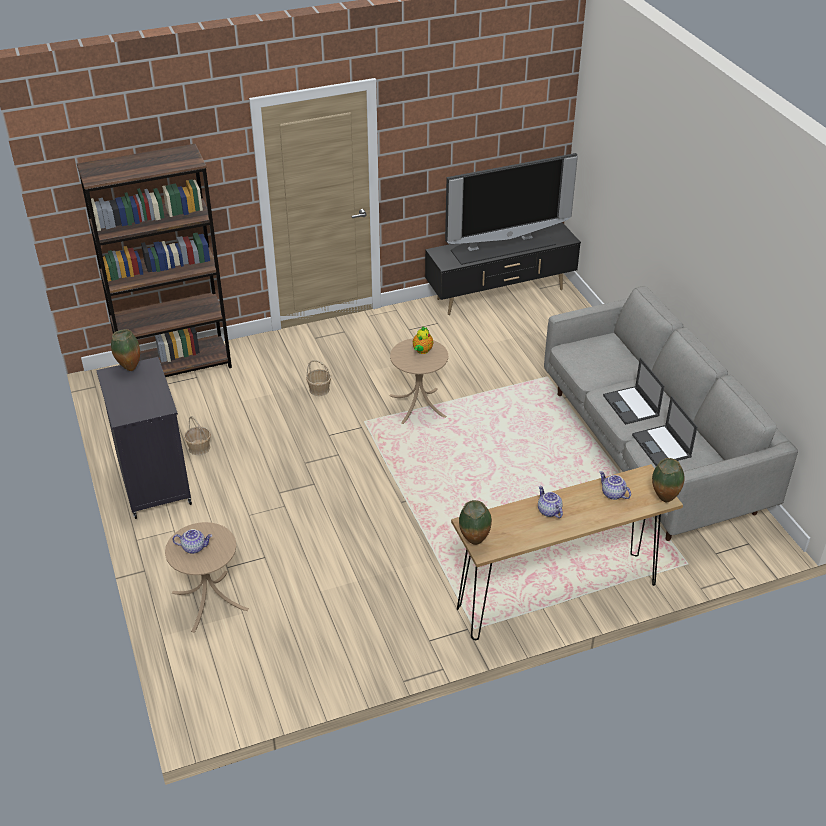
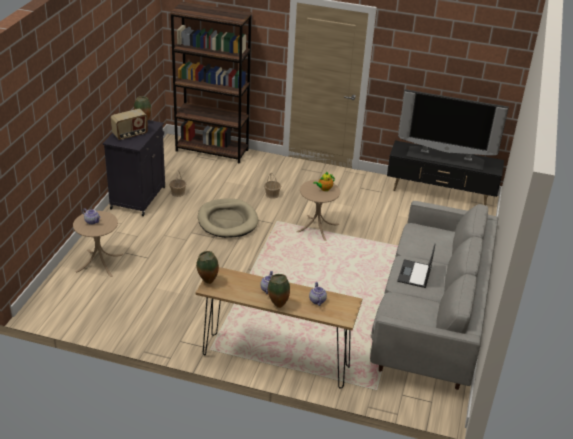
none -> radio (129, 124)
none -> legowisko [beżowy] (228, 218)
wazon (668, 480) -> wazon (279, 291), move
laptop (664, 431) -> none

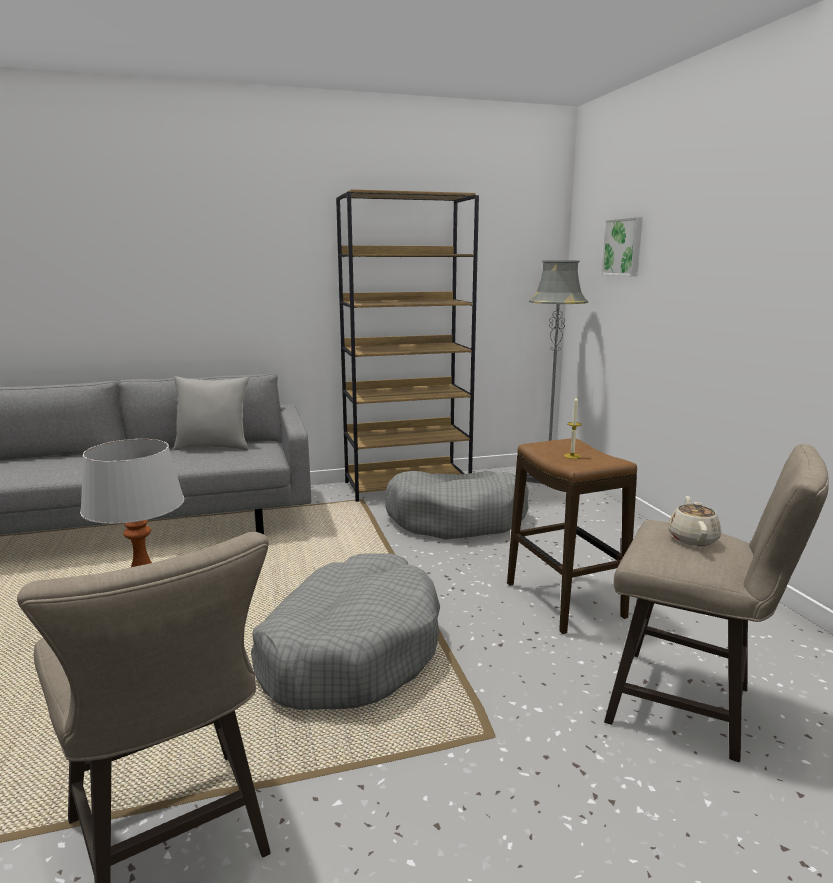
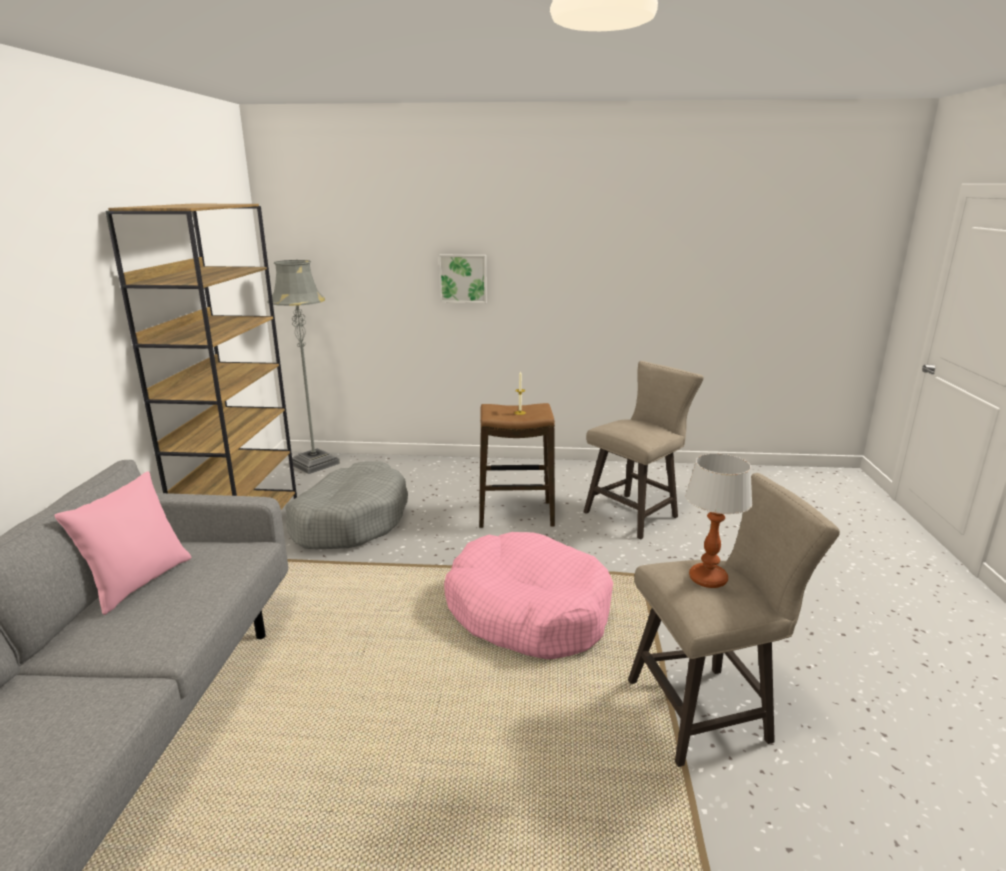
poduszka [szary] (211, 413) -> poduszka [różowy] (122, 543)
obraz (622, 246) -> obraz (463, 279), move
legowisko [szary] (345, 631) -> legowisko [różowy] (528, 595)
imbryk [beżowy] (694, 521) -> none

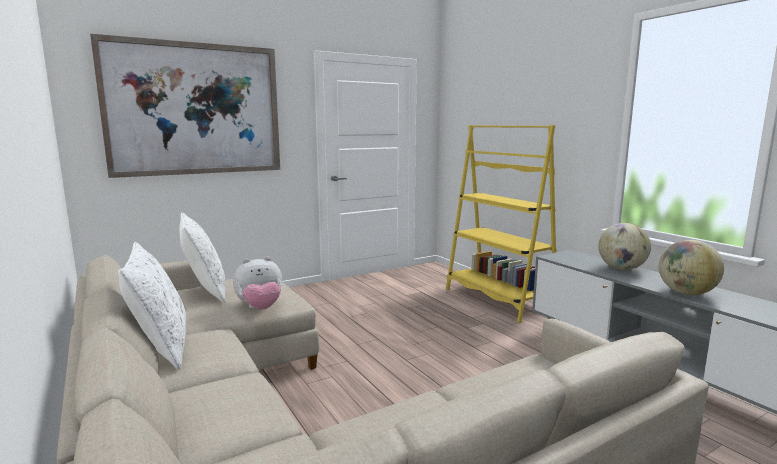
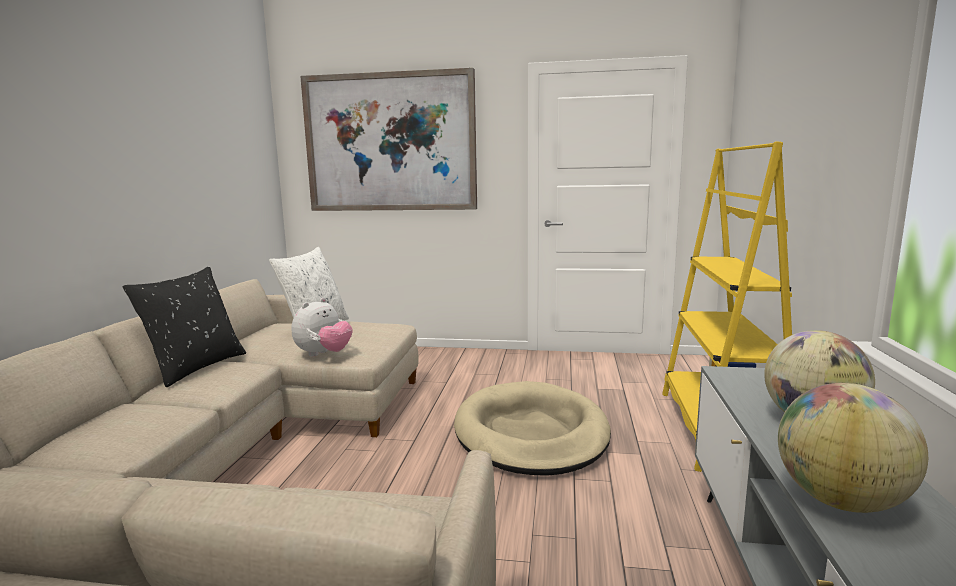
poduszka [biały] (152, 306) -> poduszka [czarny] (184, 327)
pluszak (257, 283) -> pluszak (322, 327), 75 degrees counterclockwise
none -> legowisko [beżowy] (532, 428)

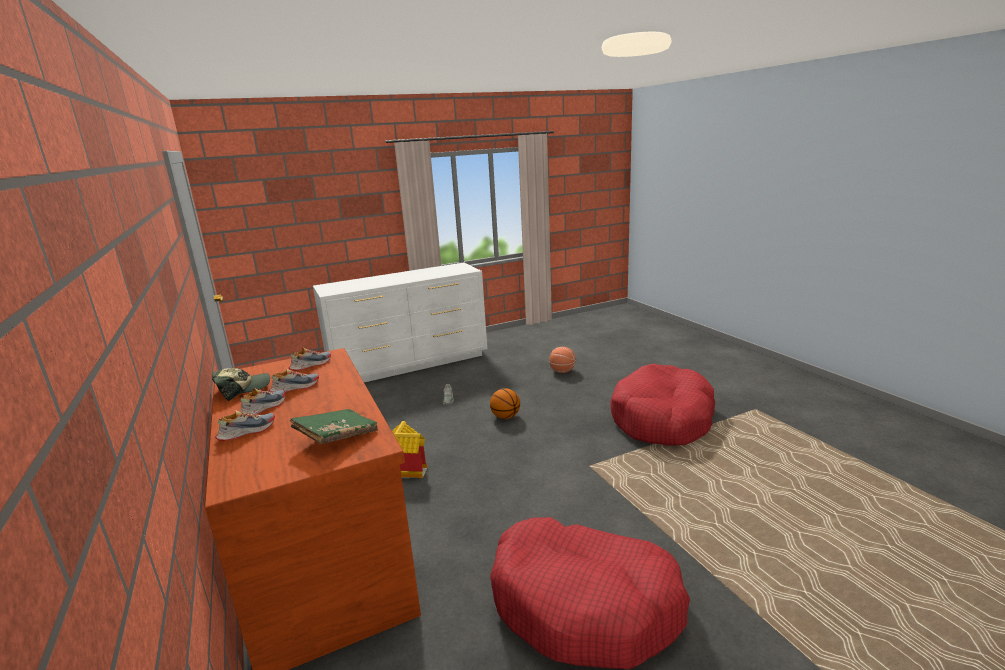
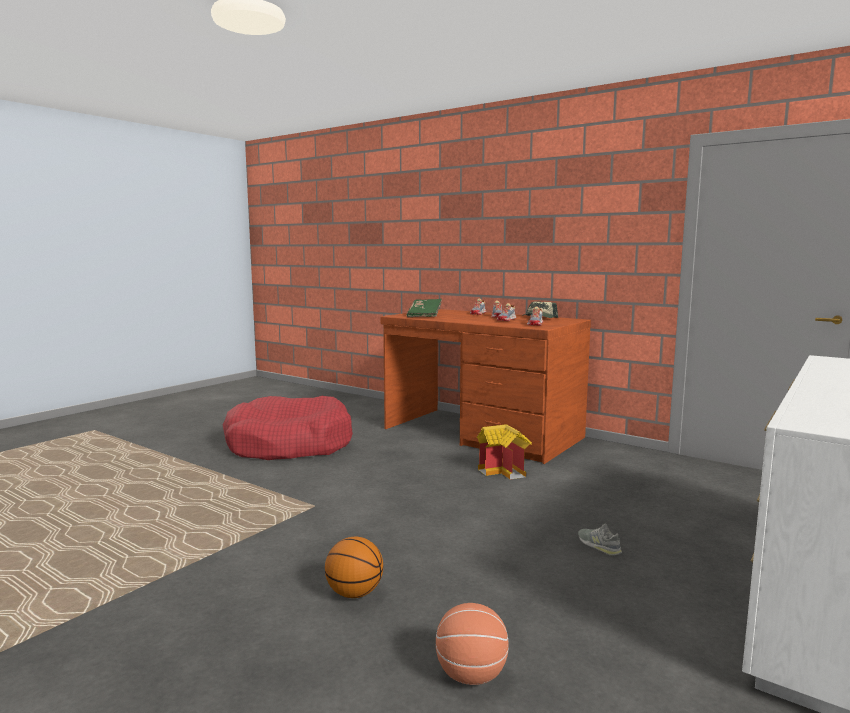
piłka do koszykówki (505, 403) -> piłka do koszykówki (354, 567), move
legowisko [czerwony] (662, 404) -> none

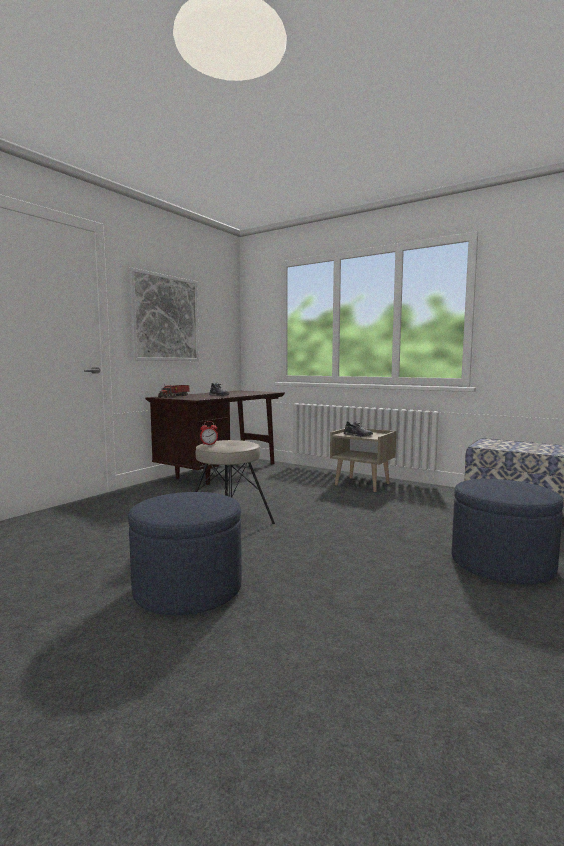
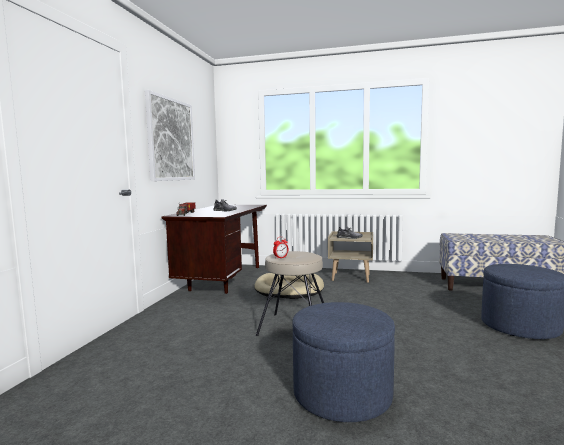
none -> legowisko [beżowy] (289, 286)

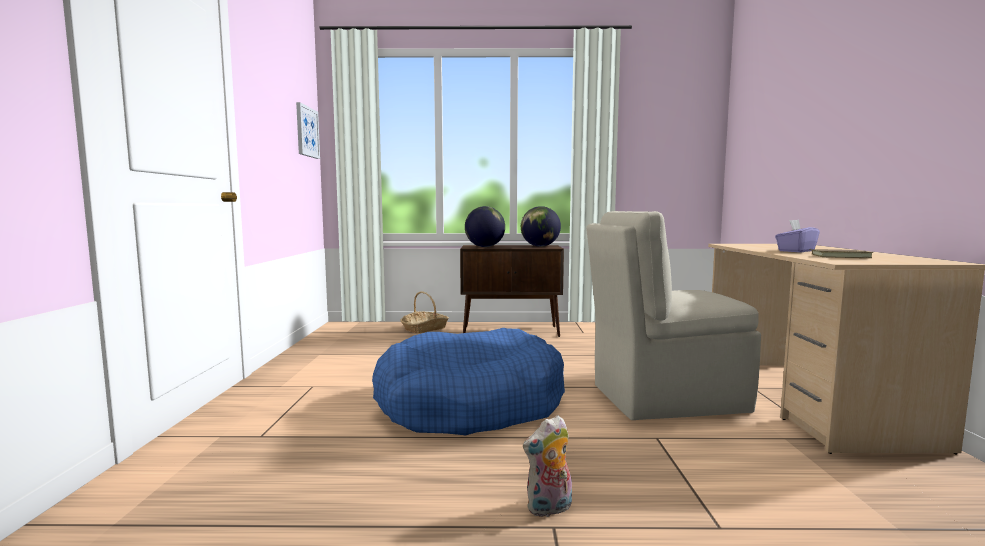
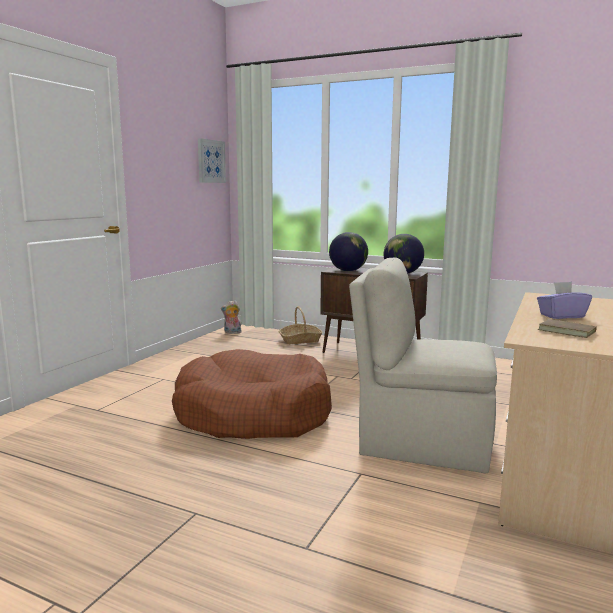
legowisko [niebieski] (468, 381) -> legowisko [brązowy] (252, 394)
pluszak (547, 466) -> pluszak (231, 317), move

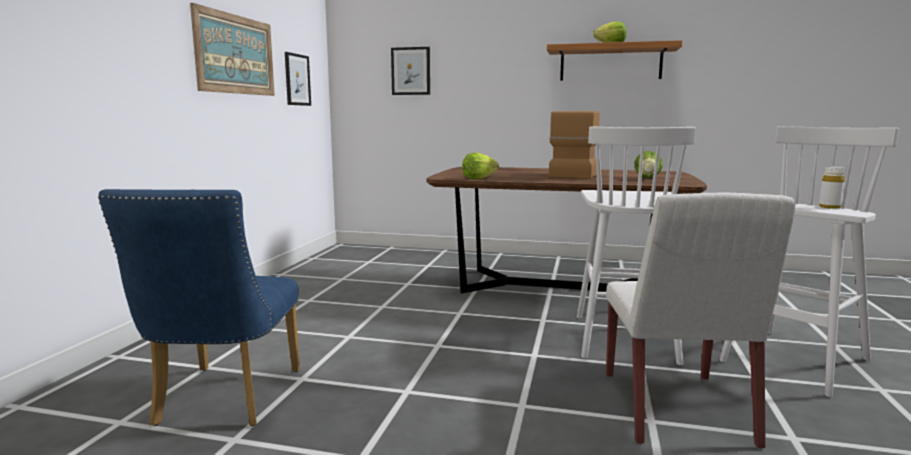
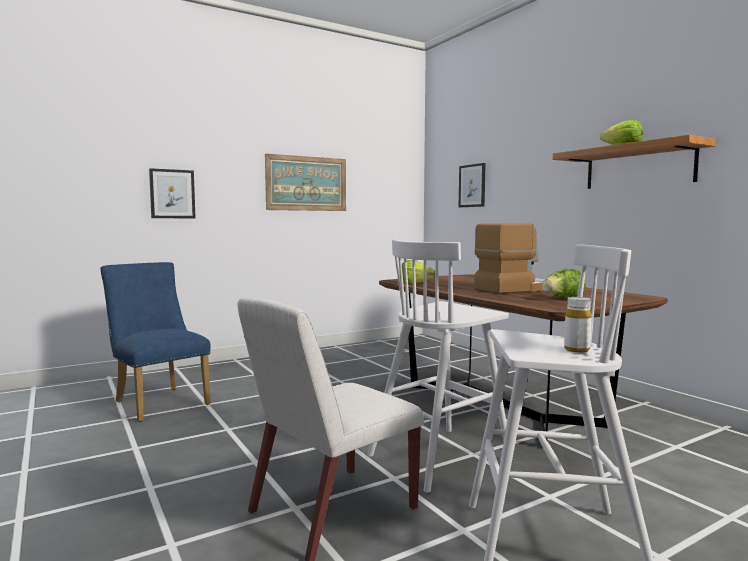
krzesło [niebieski] (199, 308) -> krzesło [niebieski] (155, 342), 90 degrees clockwise
obraz (298, 79) -> obraz (172, 193), move

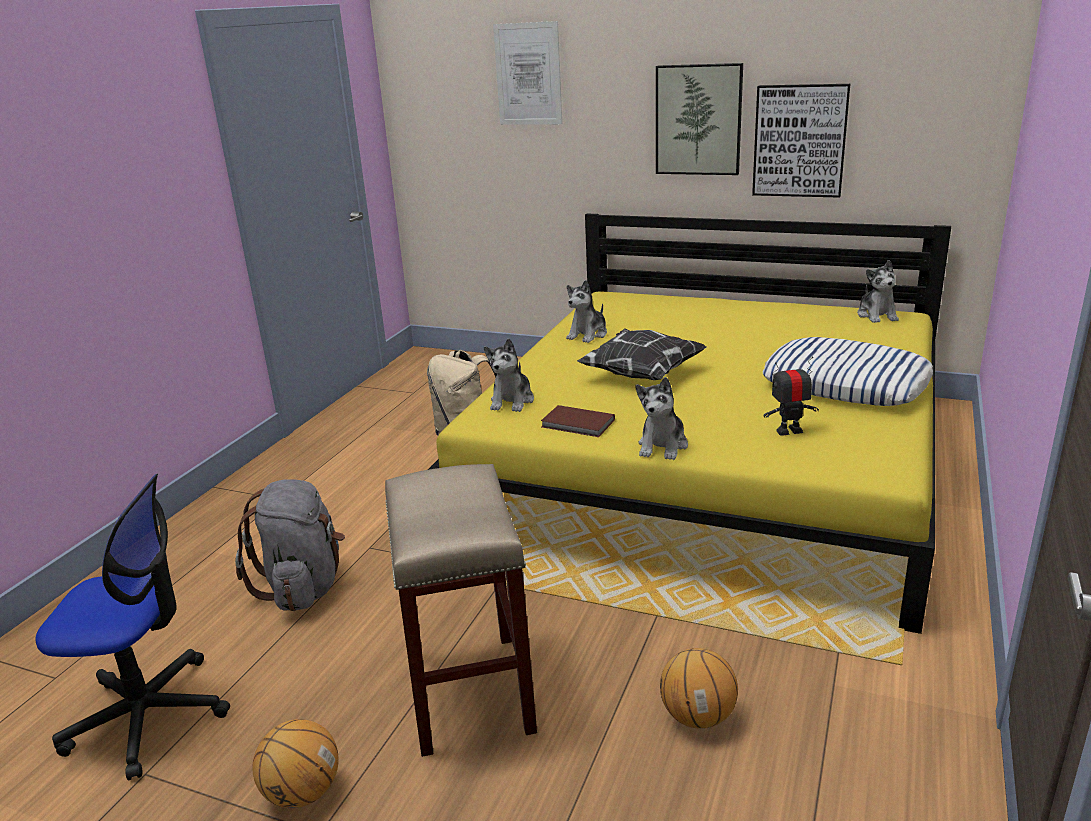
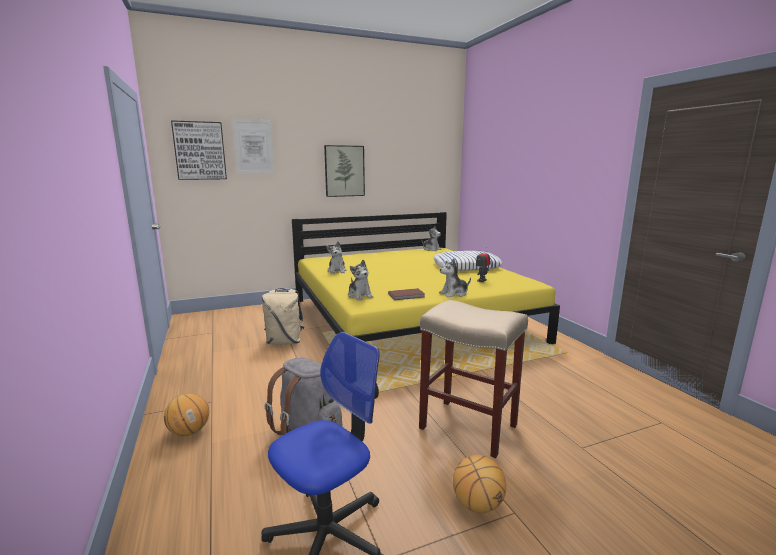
piłka do koszykówki (699, 688) -> piłka do koszykówki (186, 414), move
obraz (801, 141) -> obraz (199, 150), move
pluszak (661, 418) -> pluszak (455, 277), 90 degrees clockwise
poduszka (641, 354) -> none

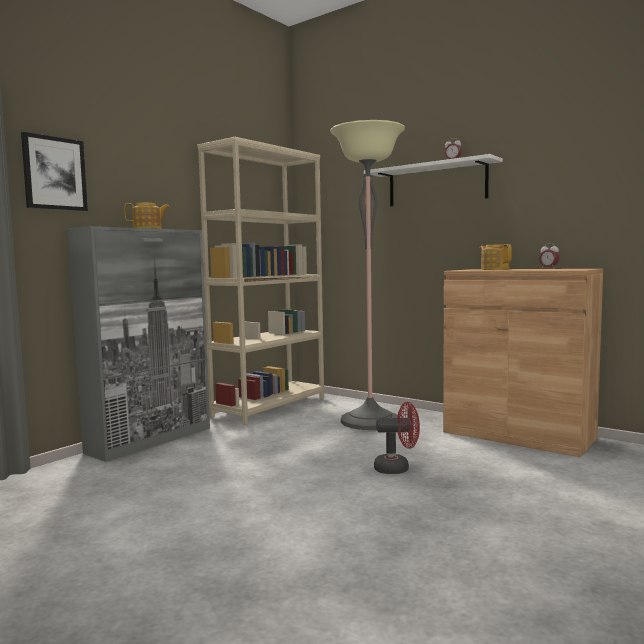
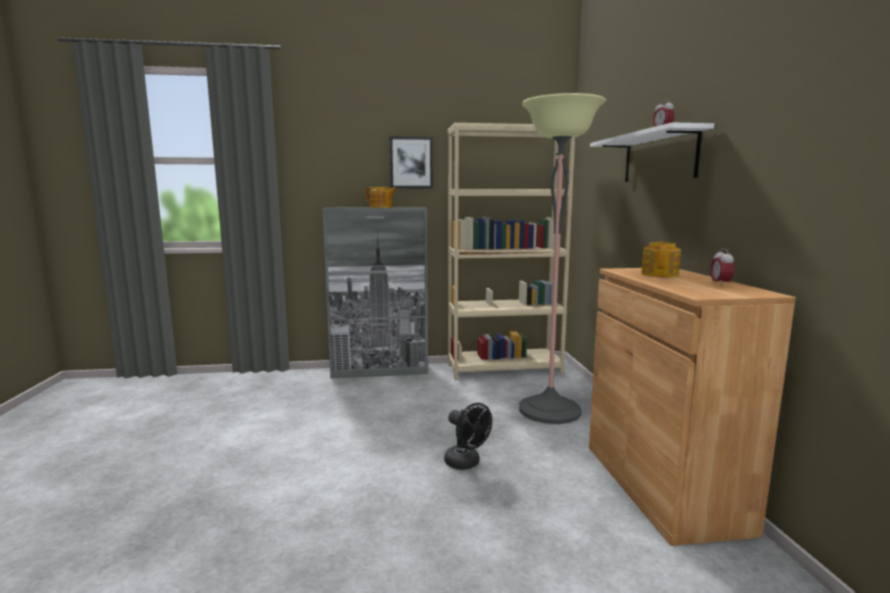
obraz (54, 171) -> obraz (411, 162), move
wentylator [czerwony] (397, 438) -> wentylator [czarny] (468, 436)

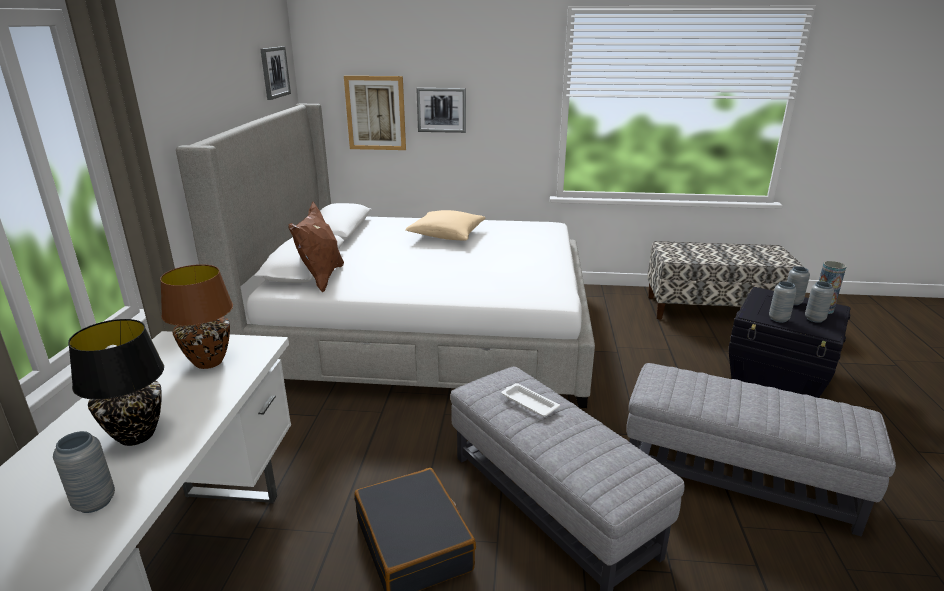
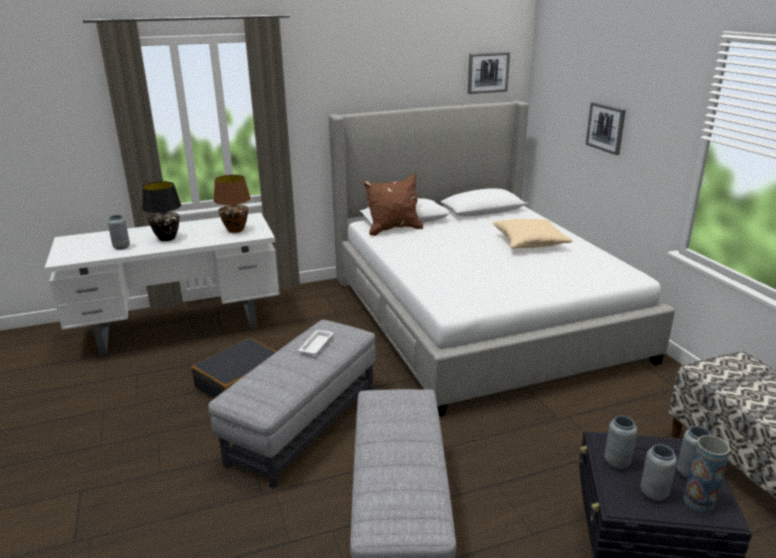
obraz (375, 113) -> none

